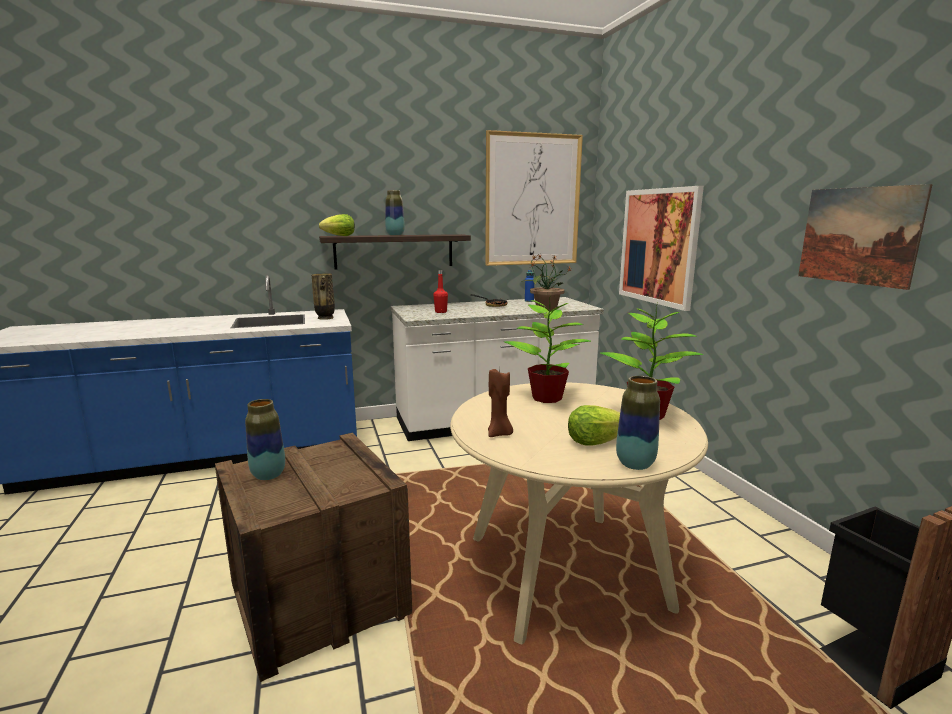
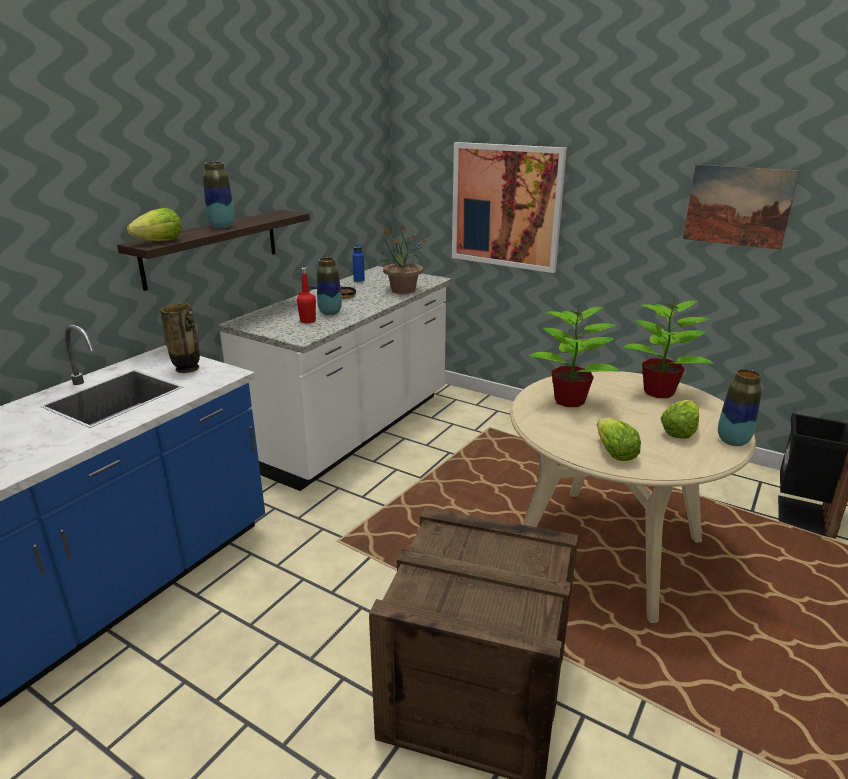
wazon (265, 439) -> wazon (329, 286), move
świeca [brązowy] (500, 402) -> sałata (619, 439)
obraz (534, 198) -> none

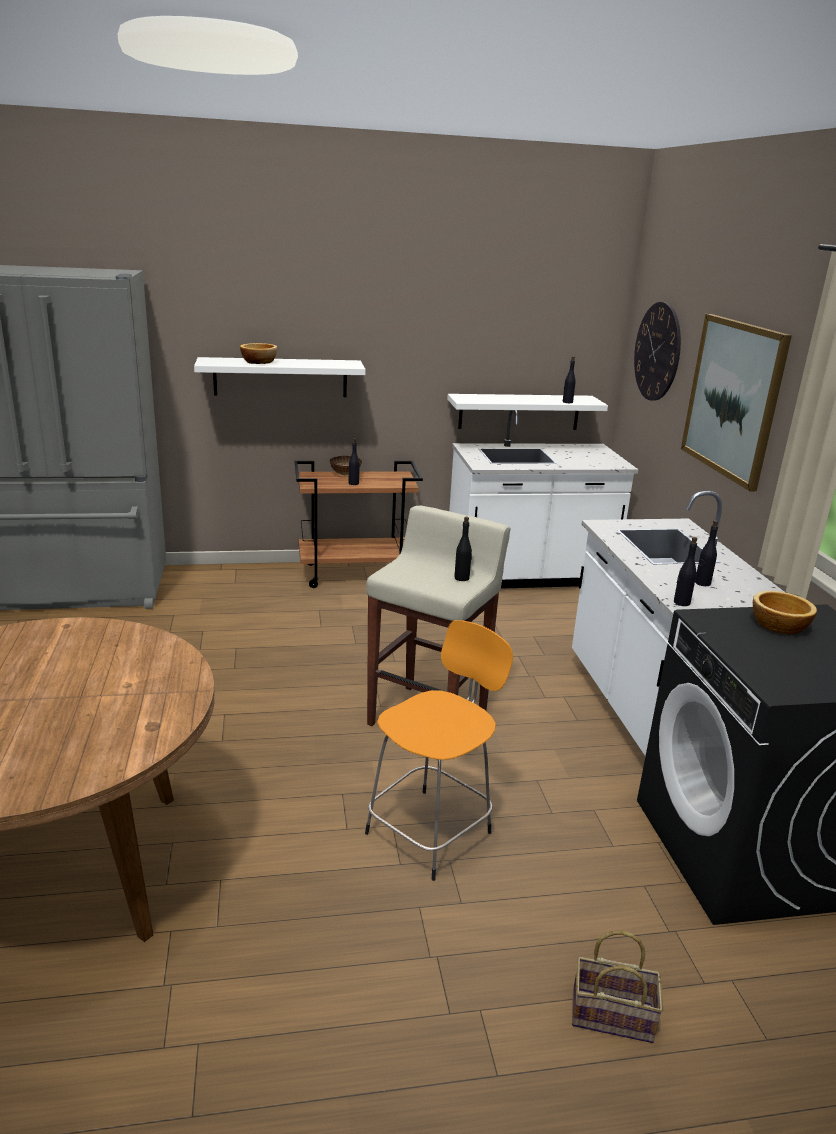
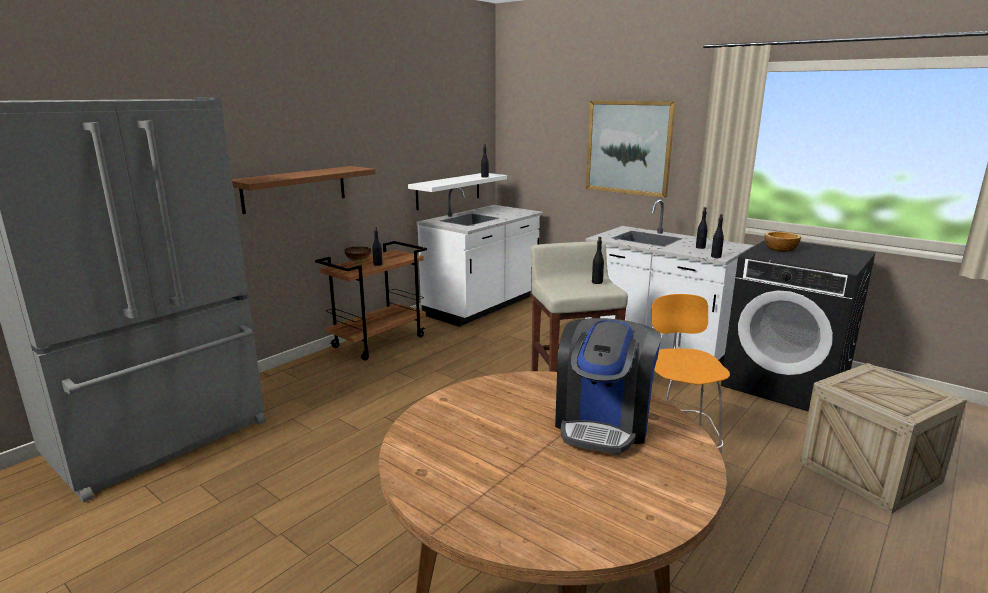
półka [biały] (279, 377) -> półka [brązowy] (304, 190)
none -> ekspres do kawy (608, 386)
koszyk (617, 986) -> skrzynka (883, 438)
miska (258, 353) -> none
zegar ścienny (657, 351) -> none

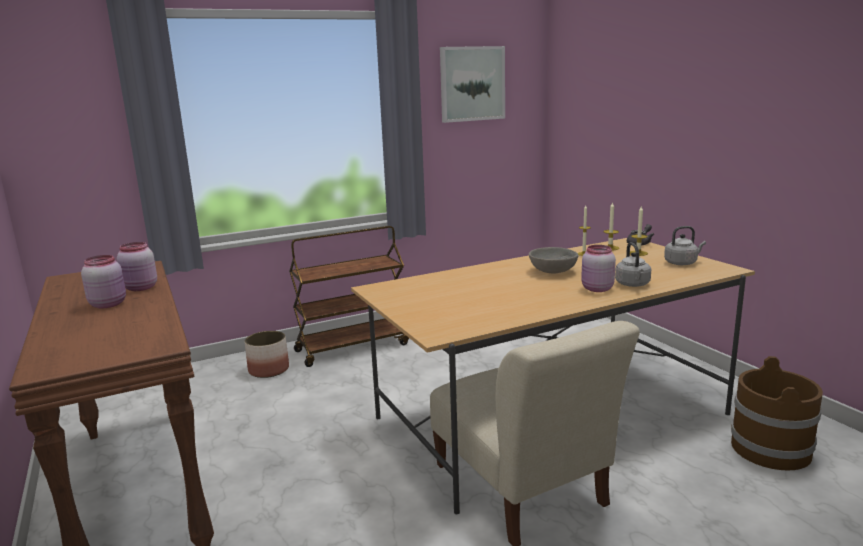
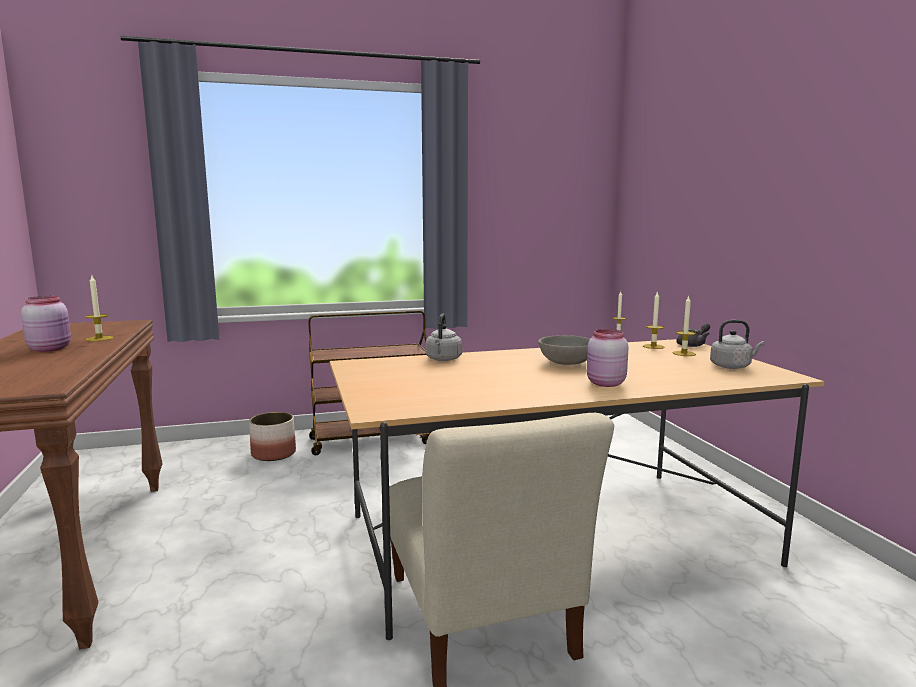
słoik [różowy] (137, 266) -> świeca (99, 308)
czajnik [szary] (633, 264) -> czajnik [szary] (444, 337), move
obraz (472, 84) -> none
wiadro [brązowy] (777, 413) -> none

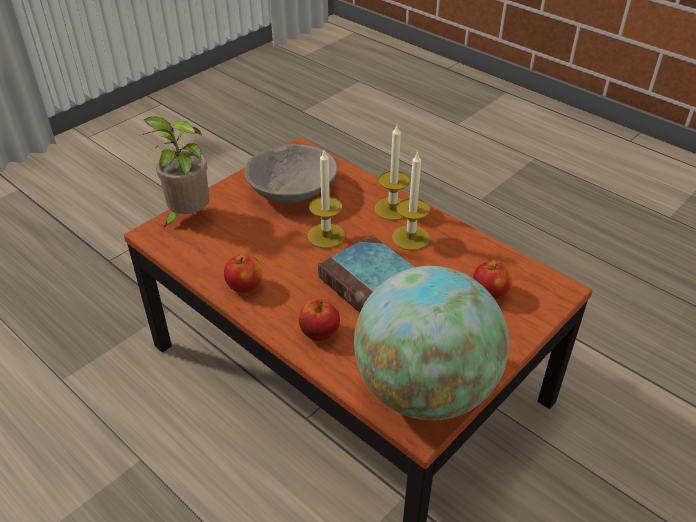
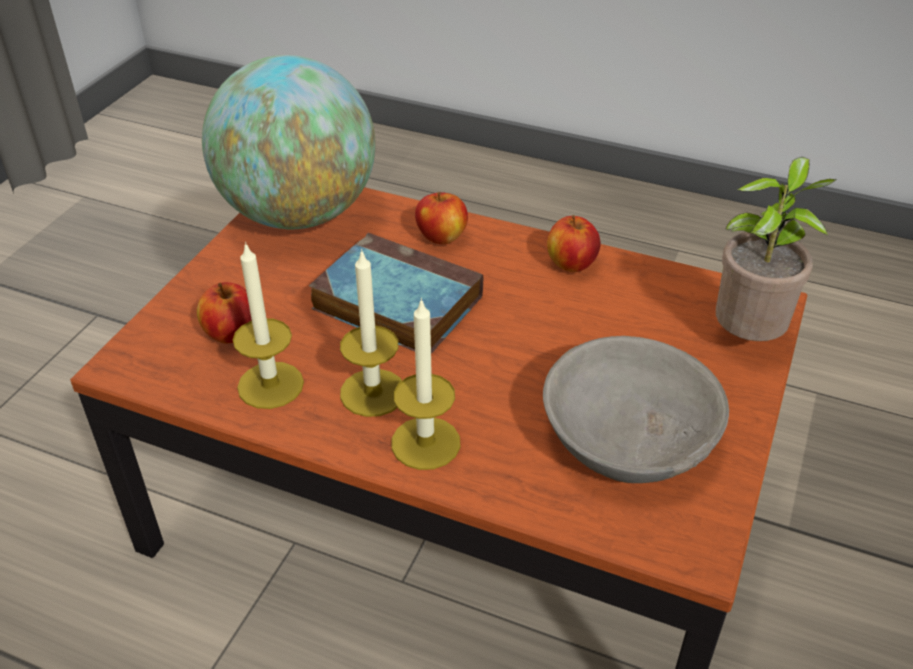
świeca (326, 199) -> świeca (268, 325), move

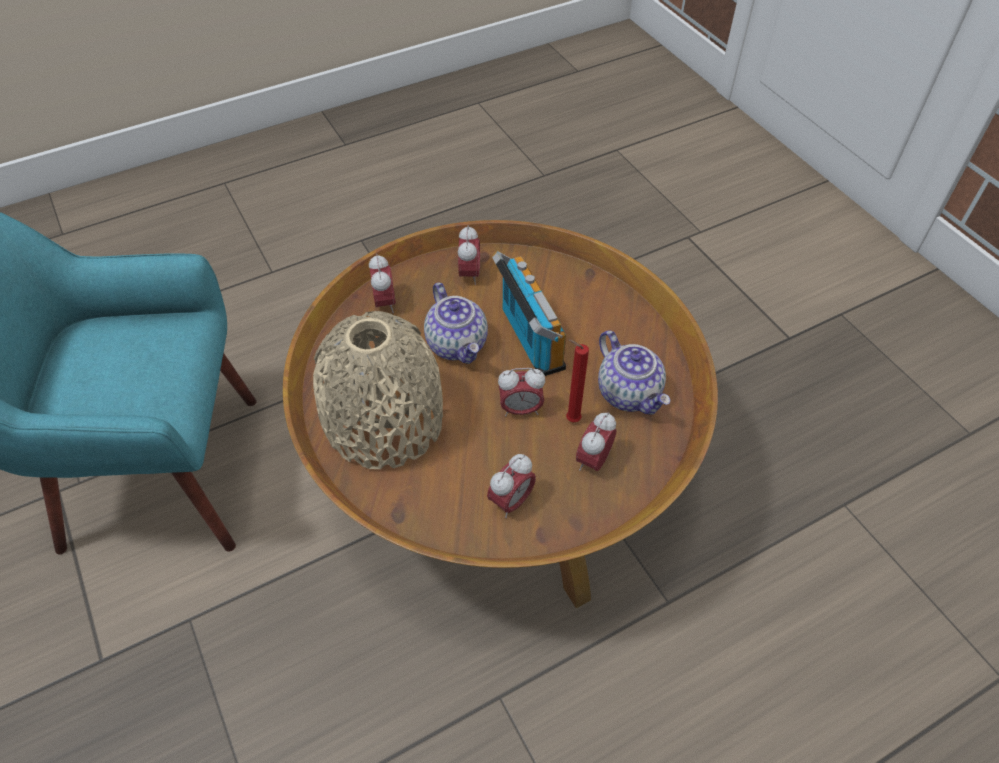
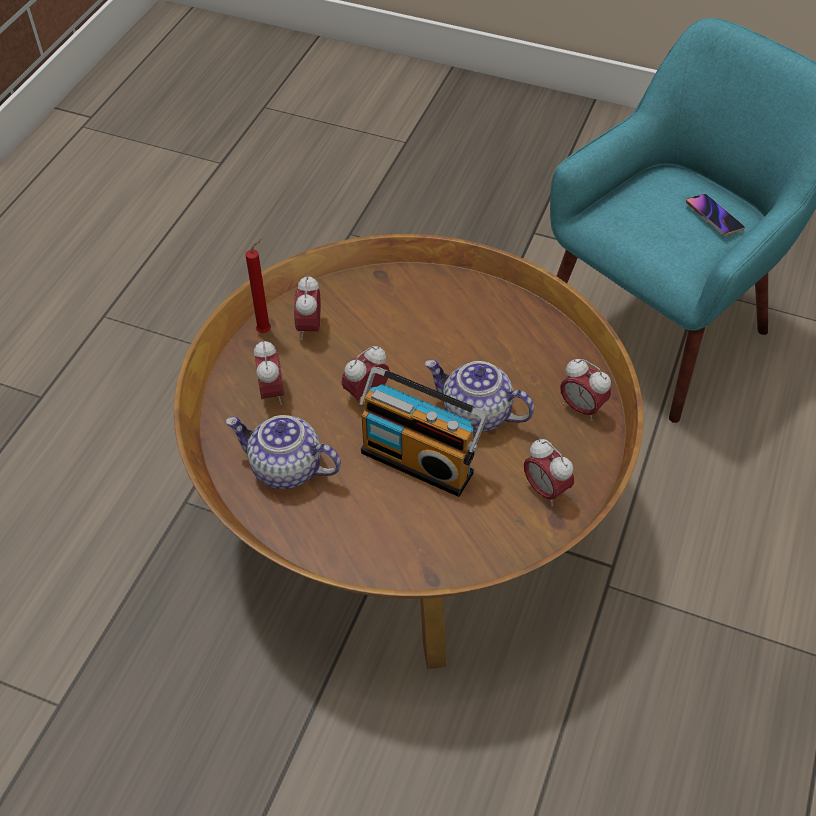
świeca [czerwony] (577, 380) -> świeca [czerwony] (258, 285), move
none -> telefon (715, 214)
wazon [beżowy] (378, 390) -> none

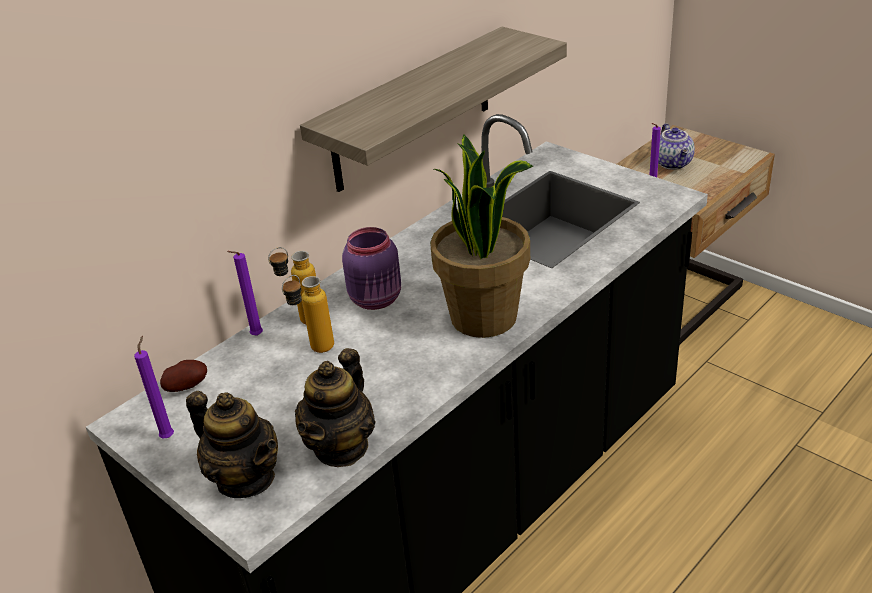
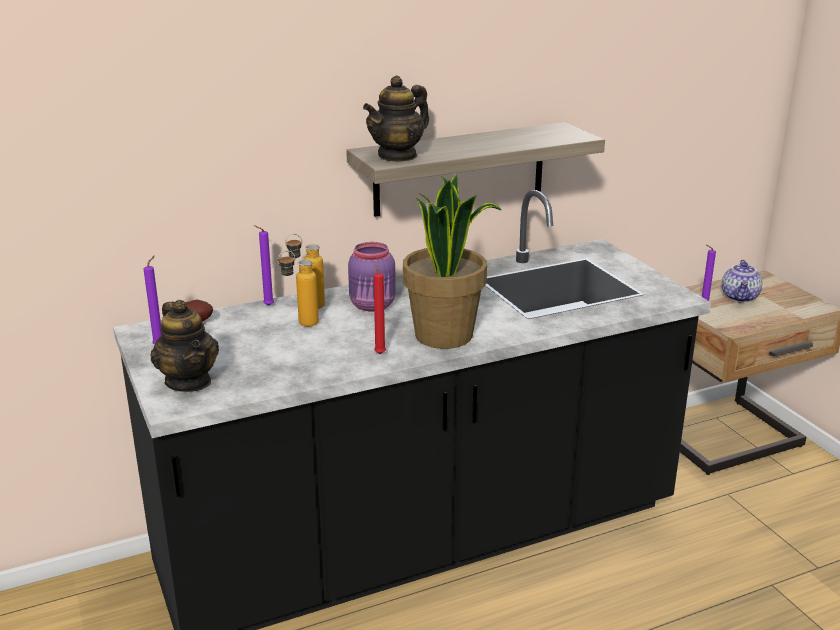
imbryk (335, 407) -> imbryk (396, 118), move
none -> świeca [czerwony] (380, 308)

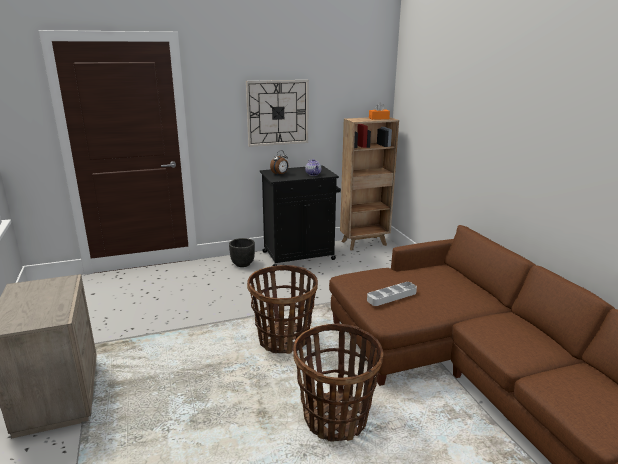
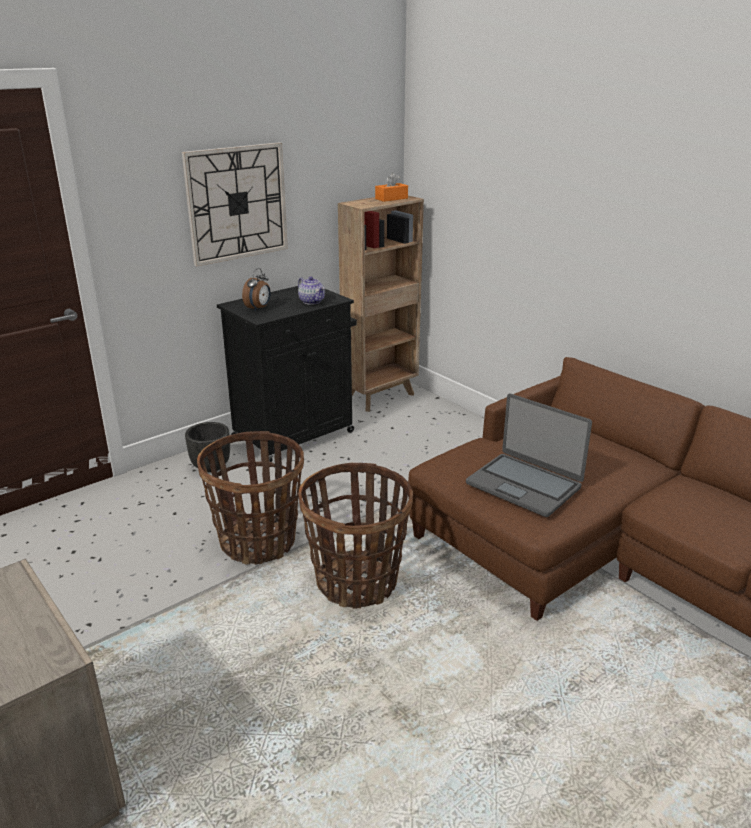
koszyk (338, 383) -> koszyk (250, 498), move
taca [szary] (392, 294) -> laptop (529, 455)

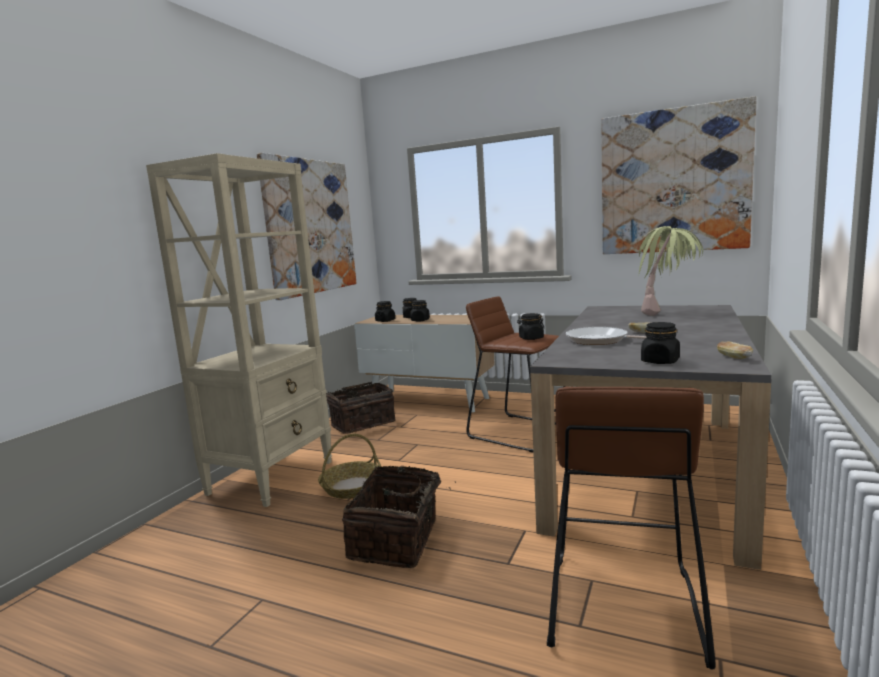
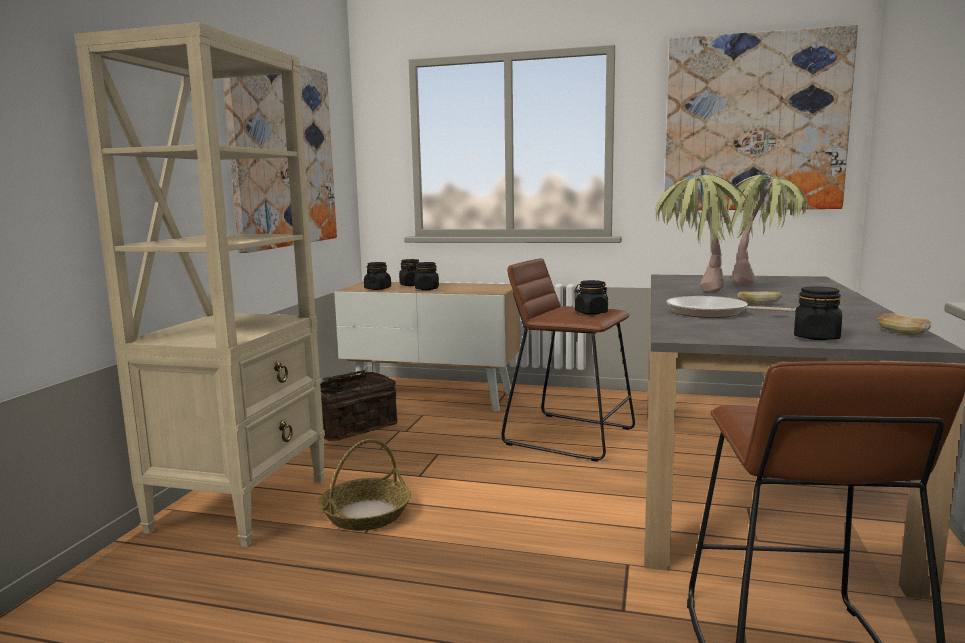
none -> roślina doniczkowa (702, 233)
koszyk (399, 516) -> none

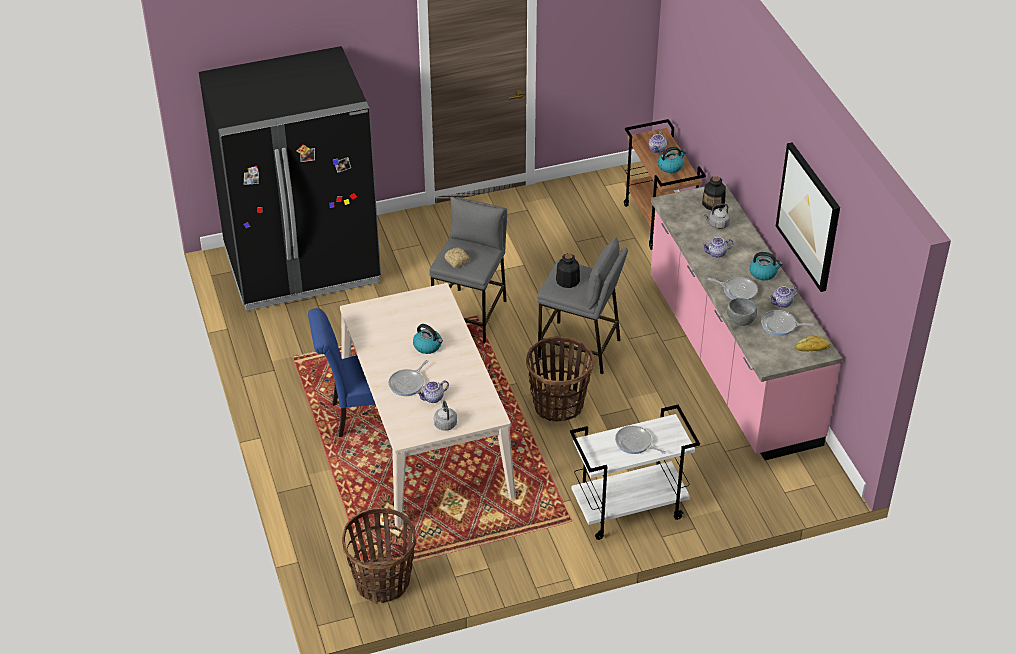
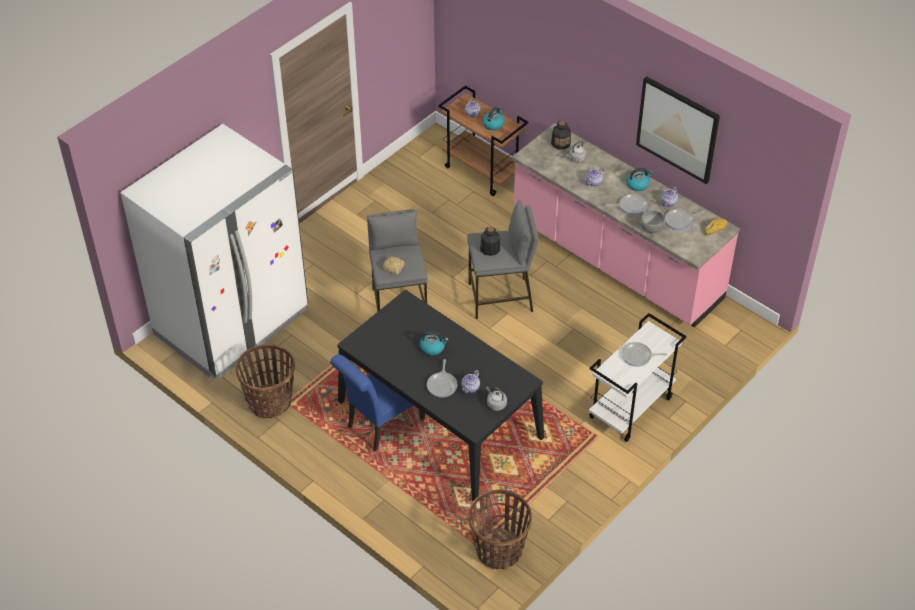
lodówka [czarny] (290, 178) -> lodówka [biały] (214, 252)
koszyk (560, 378) -> koszyk (265, 381), move
stół jadalny [beżowy] (428, 405) -> stół jadalny [czarny] (440, 395)

